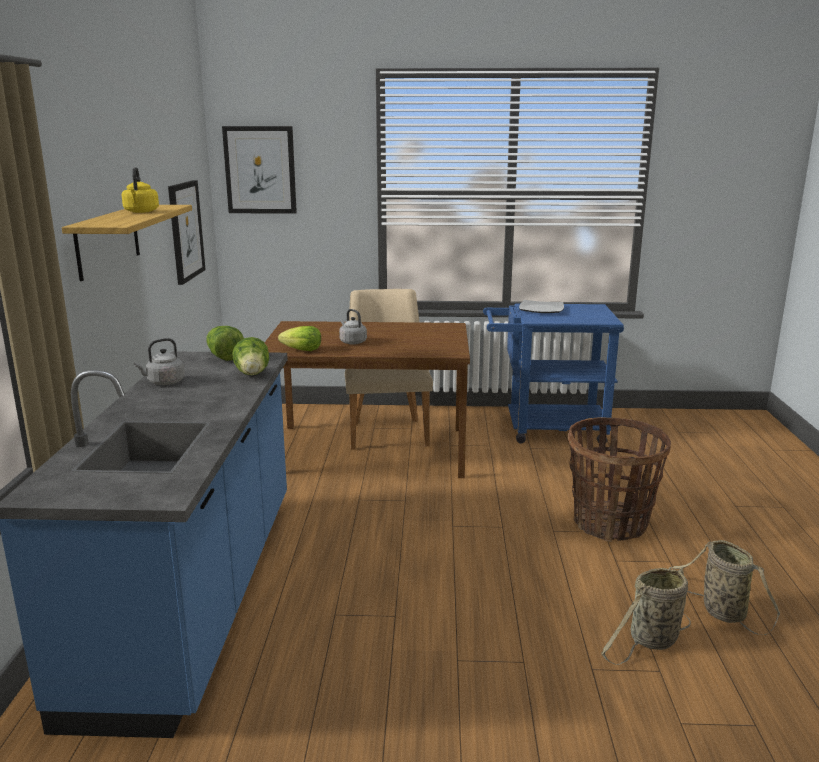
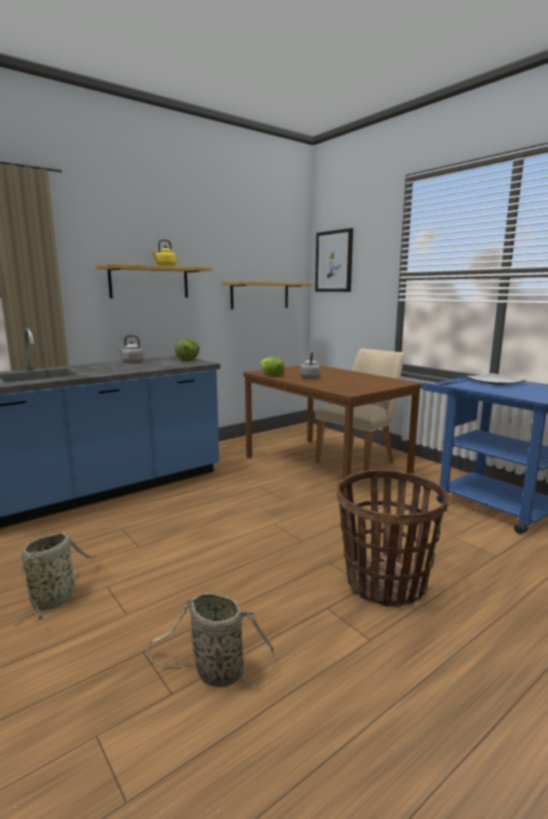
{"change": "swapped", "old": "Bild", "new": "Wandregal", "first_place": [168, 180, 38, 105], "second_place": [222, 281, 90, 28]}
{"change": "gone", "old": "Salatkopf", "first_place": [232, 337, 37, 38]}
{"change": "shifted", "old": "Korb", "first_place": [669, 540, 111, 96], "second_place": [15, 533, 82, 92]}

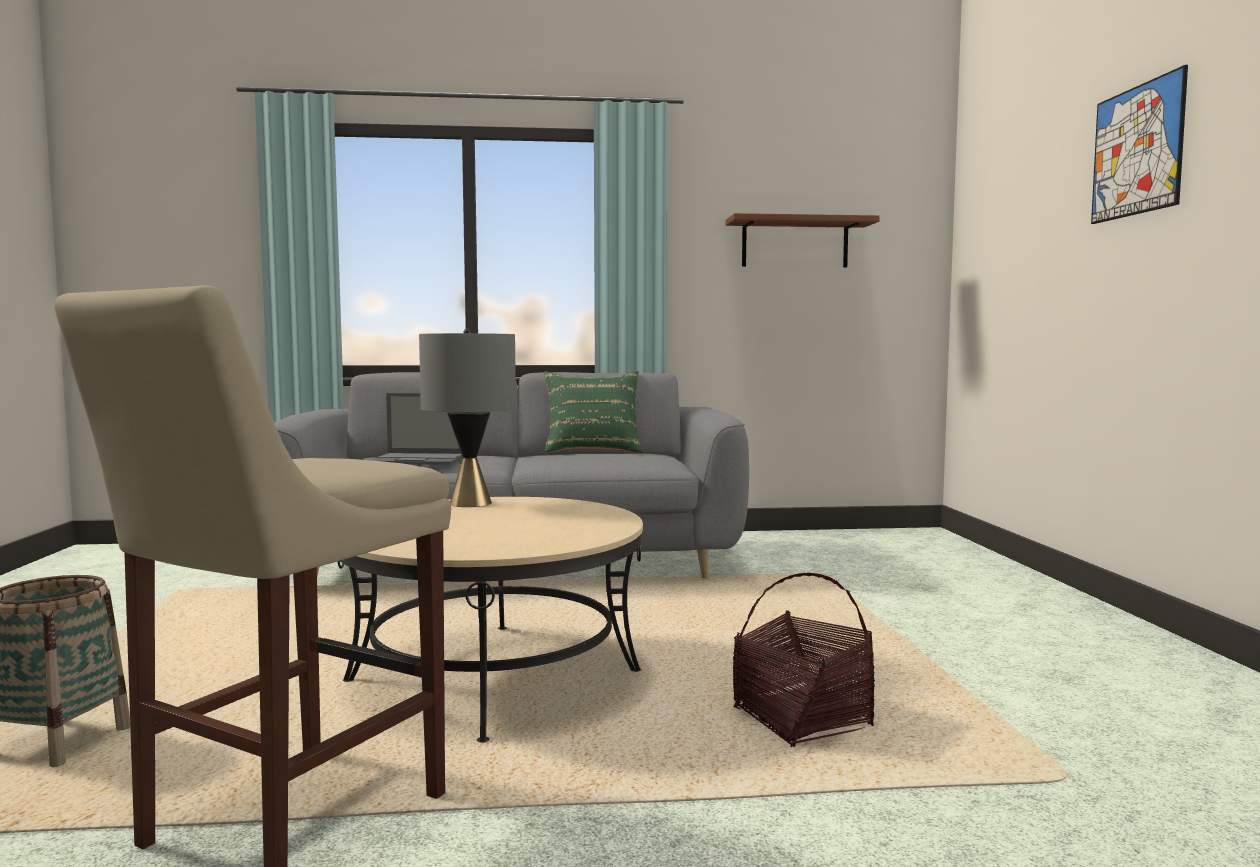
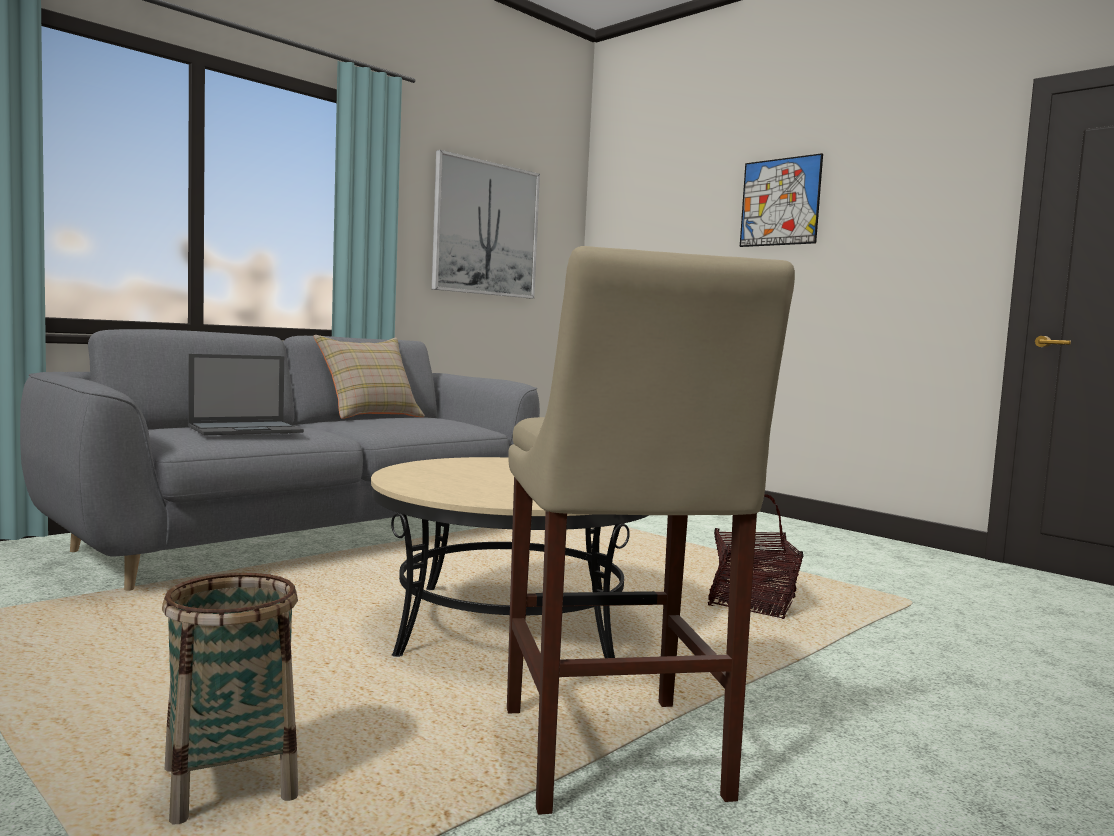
{"change": "gone", "old": "Tischlampe/grau", "first_place": [419, 328, 97, 179]}
{"change": "repainted", "old": "Kissen/grün", "new": "Kissen/beige", "first_place": [543, 371, 101, 83], "second_place": [313, 335, 112, 84]}
{"change": "swapped", "old": "Wandregal/braun", "new": "Bild", "first_place": [726, 213, 154, 55], "second_place": [432, 150, 108, 149]}

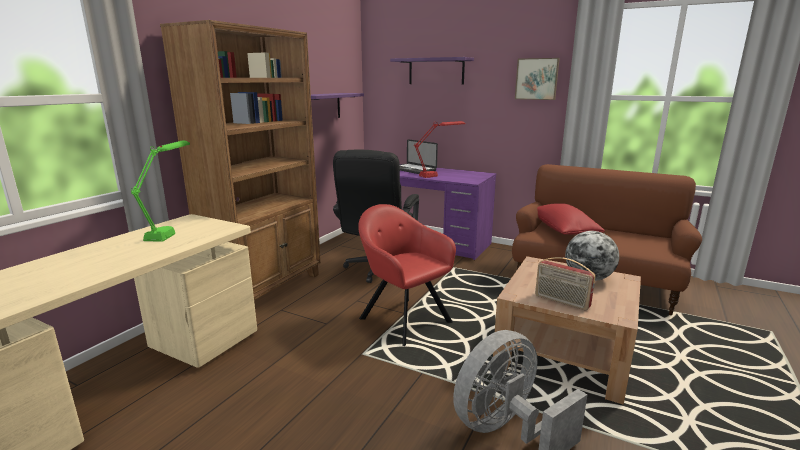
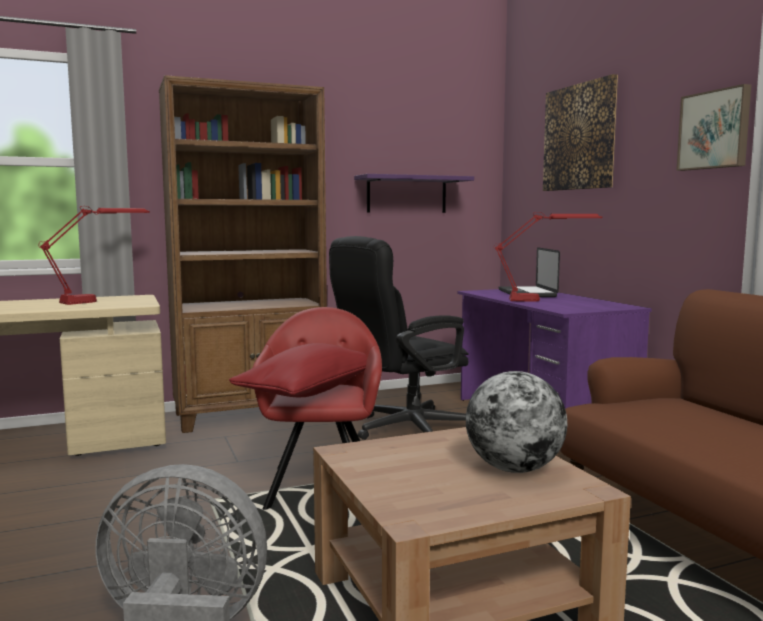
{"change": "repainted", "old": "Tischlampe/grün", "new": "Tischlampe/rot", "first_place": [131, 141, 59, 101], "second_place": [39, 206, 111, 99]}
{"change": "swapped", "old": "Wandregal/lila", "new": "Bild", "first_place": [390, 57, 84, 28], "second_place": [543, 74, 75, 117]}
{"change": "gone", "old": "Radio", "first_place": [535, 257, 61, 53]}
{"change": "shifted", "old": "Kissen/rot", "first_place": [537, 203, 68, 32], "second_place": [229, 343, 138, 54]}

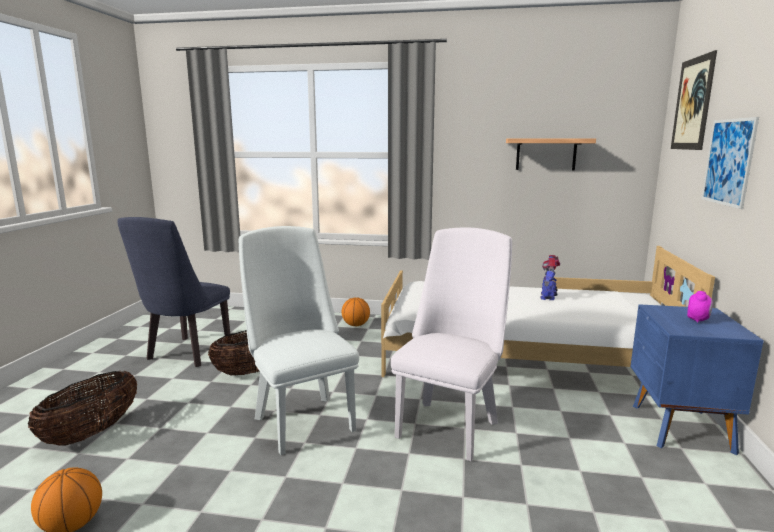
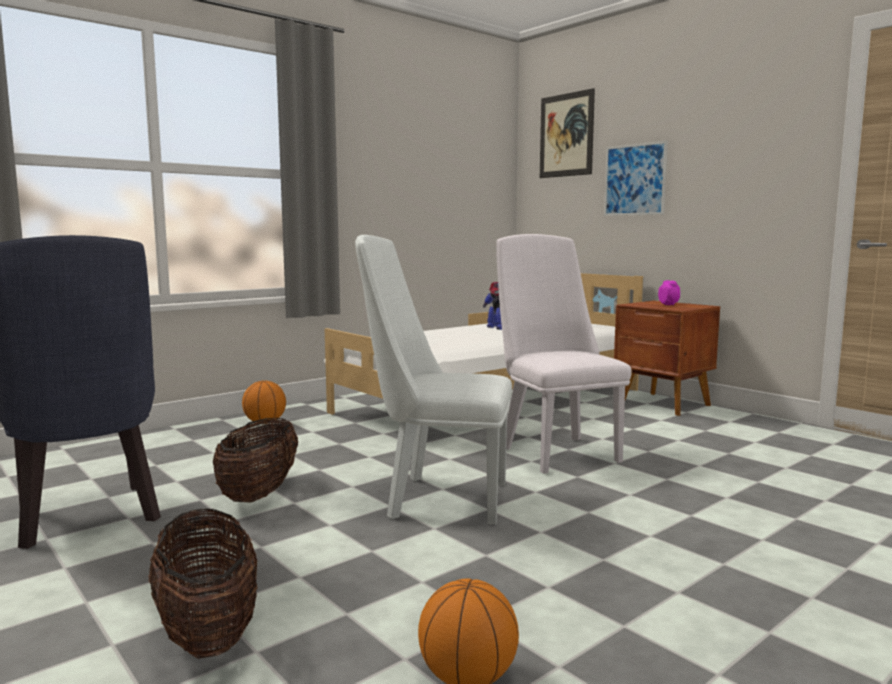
{"change": "gone", "old": "Wandregal", "first_place": [506, 138, 90, 32]}
{"change": "repainted", "old": "Nachttisch/blau", "new": "Nachttisch/braun", "first_place": [630, 304, 134, 151], "second_place": [614, 301, 106, 115]}

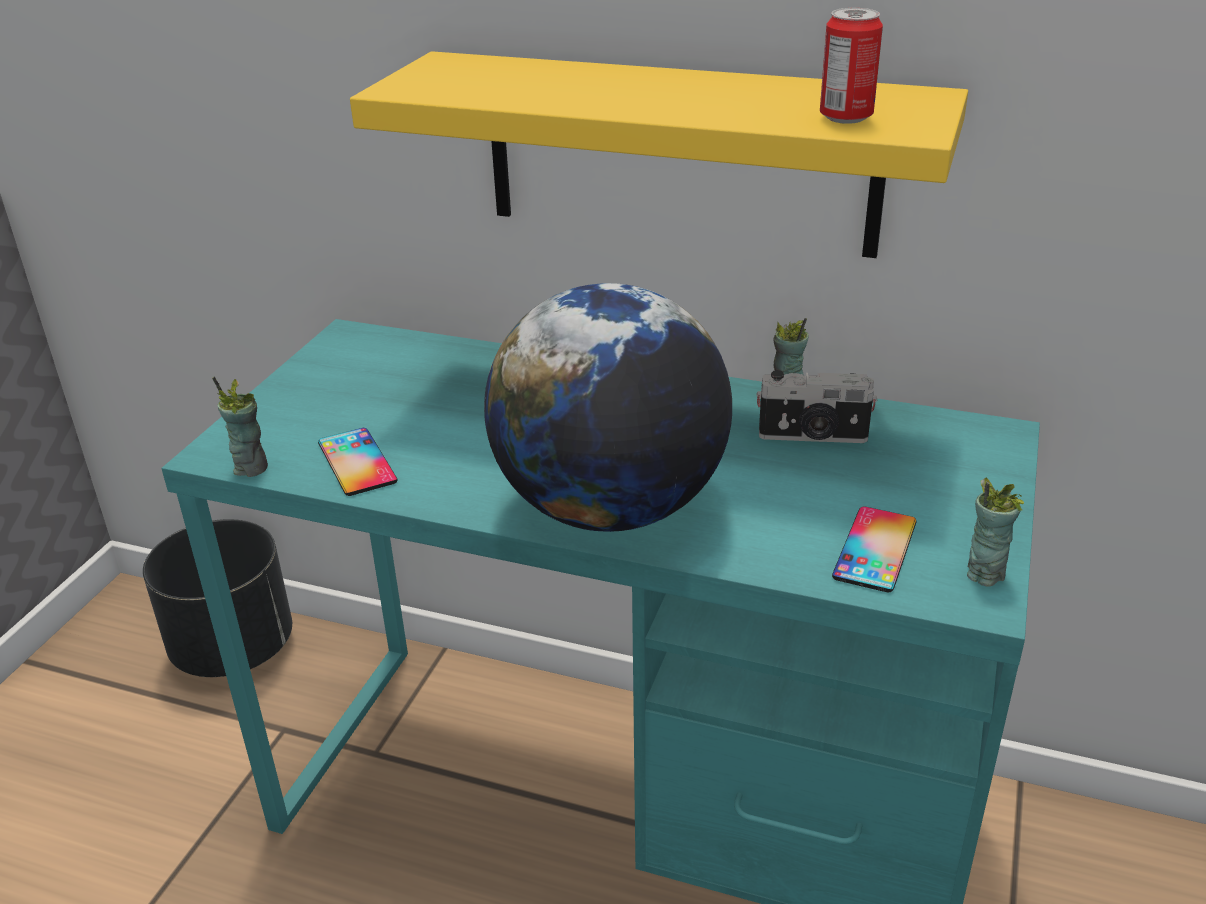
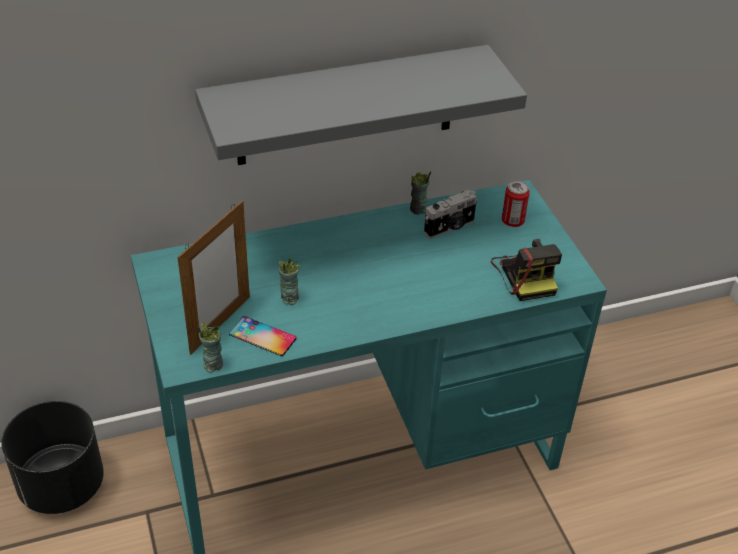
{"change": "repainted", "old": "Wandregal/gelb", "new": "Wandregal/grau", "first_place": [350, 51, 618, 207], "second_place": [195, 45, 332, 120]}
{"change": "gone", "old": "Globus", "first_place": [484, 283, 248, 249]}
{"change": "shifted", "old": "Dose", "first_place": [820, 8, 63, 116], "second_place": [502, 181, 28, 46]}
{"change": "swapped", "old": "Handy", "new": "Kamera", "first_place": [832, 506, 85, 86], "second_place": [491, 239, 71, 62]}
{"change": "shifted", "old": "Tasse", "first_place": [967, 477, 57, 110], "second_place": [279, 258, 21, 47]}
{"change": "new", "new": "Bilderrahmen", "second_place": [177, 200, 73, 154]}

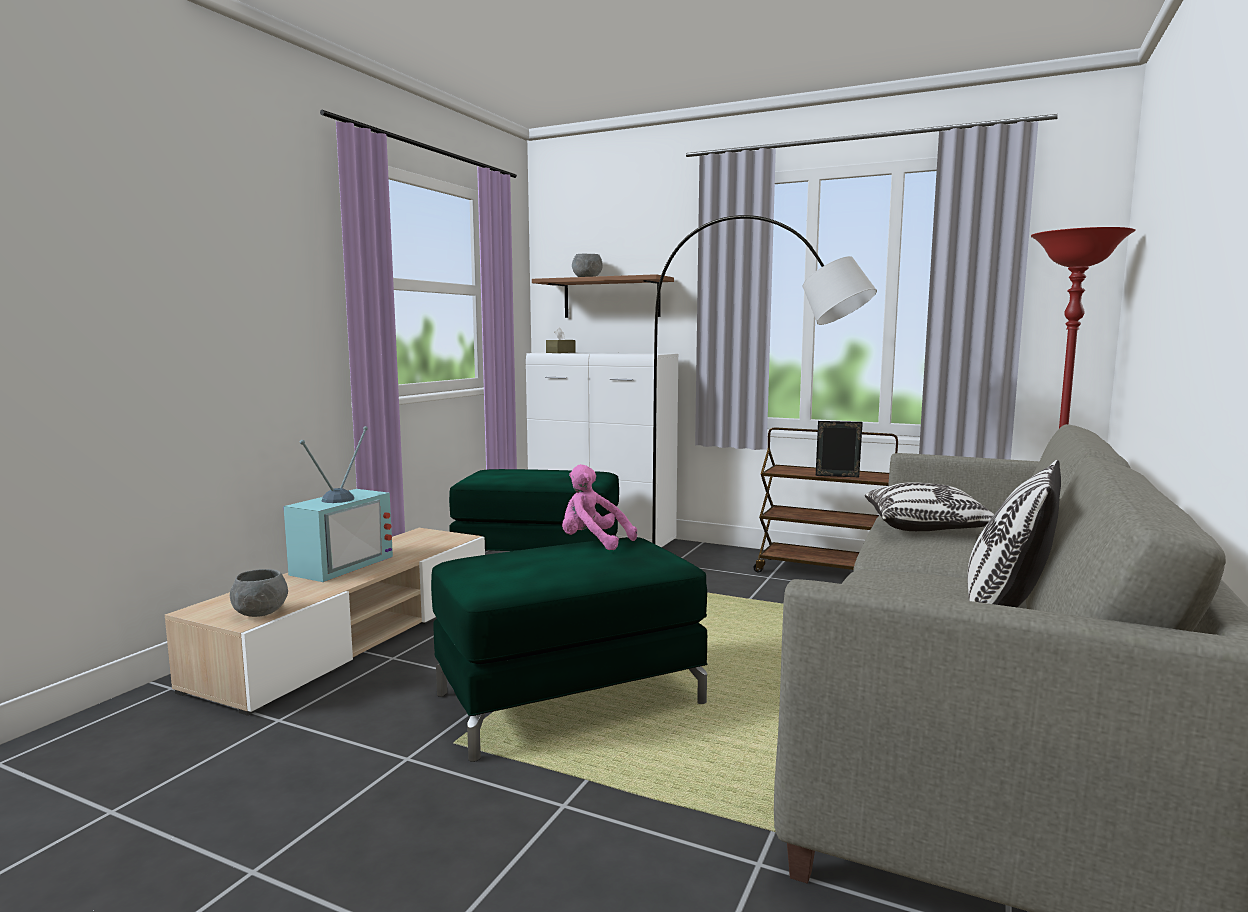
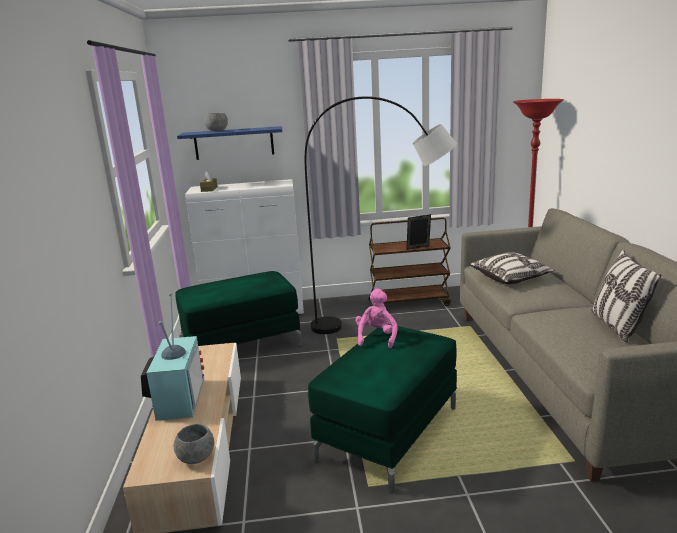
{"change": "repainted", "old": "Wandregal/braun", "new": "Wandregal/blau", "first_place": [532, 274, 142, 44], "second_place": [177, 126, 105, 34]}
{"change": "rotated", "old": "Plüschtier/rosa", "first_place": [562, 464, 75, 86], "second_place": [356, 289, 42, 59], "degrees": 105}

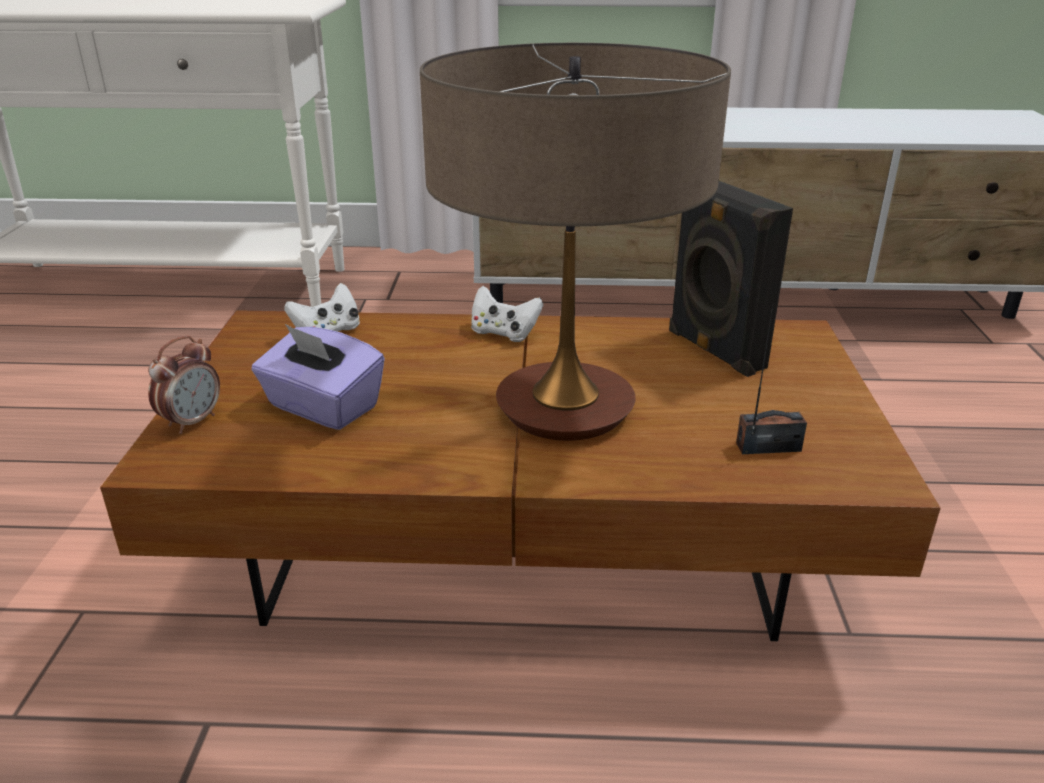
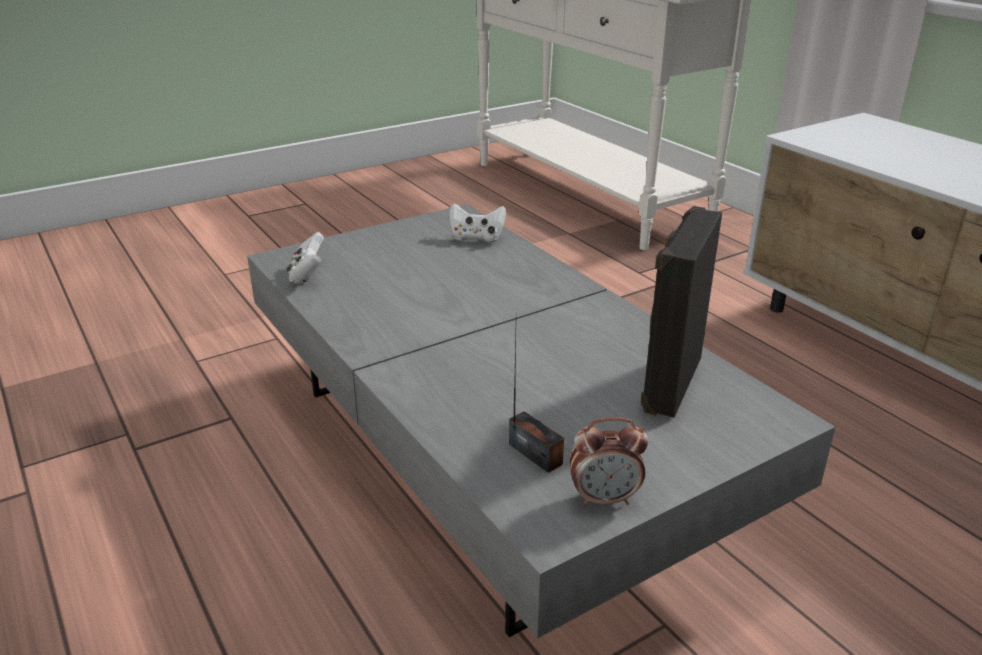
{"change": "repainted", "old": "Couchtisch/braun", "new": "Couchtisch/grau", "first_place": [100, 310, 840, 331], "second_place": [247, 204, 588, 435]}
{"change": "shifted", "old": "Wecker", "first_place": [148, 335, 72, 99], "second_place": [570, 417, 78, 90]}
{"change": "gone", "old": "Taschentuchbox/lila", "first_place": [252, 324, 133, 106]}
{"change": "gone", "old": "Tischlampe", "first_place": [420, 43, 311, 398]}
{"change": "shifted", "old": "Gamepad/weiß", "first_place": [471, 286, 72, 56], "second_place": [287, 232, 37, 52]}

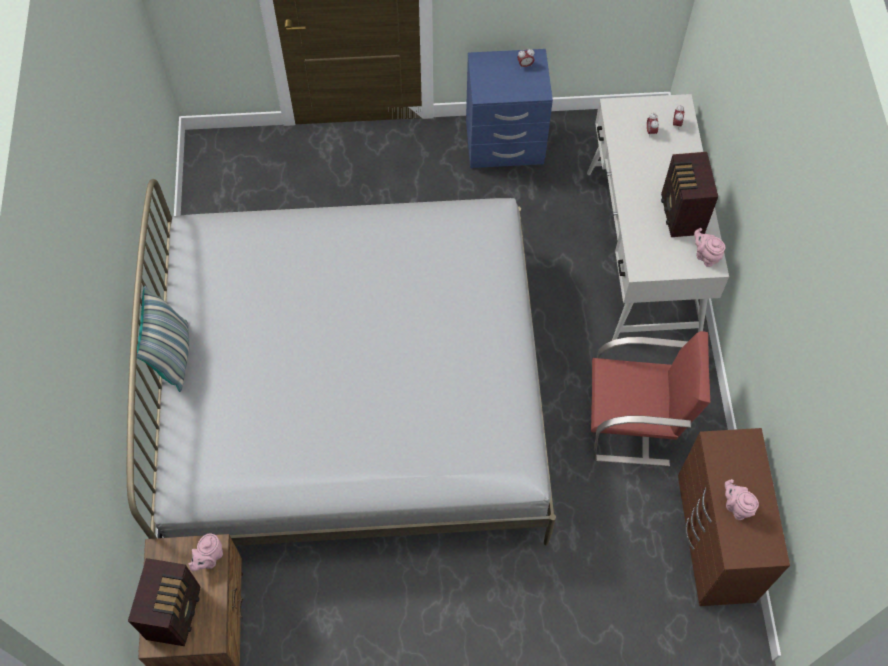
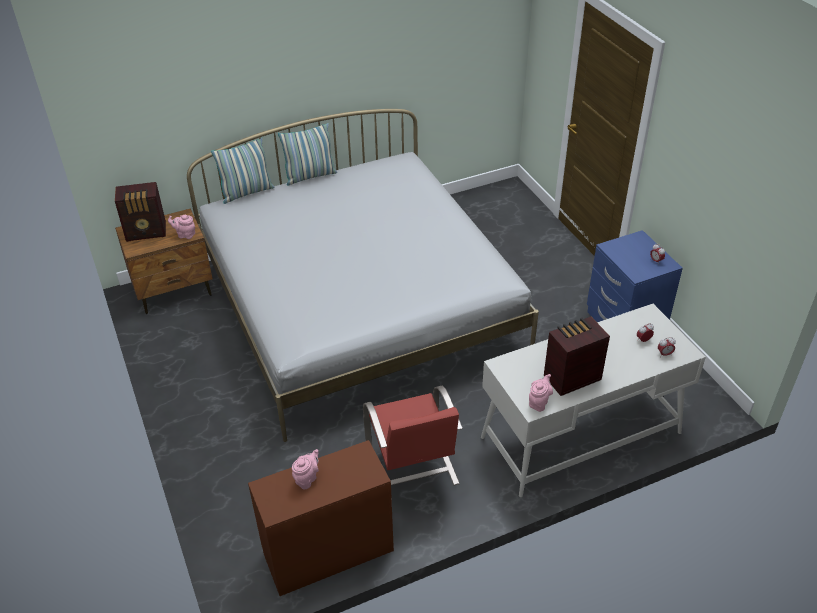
{"change": "new", "new": "Kissen", "second_place": [211, 138, 63, 66]}

